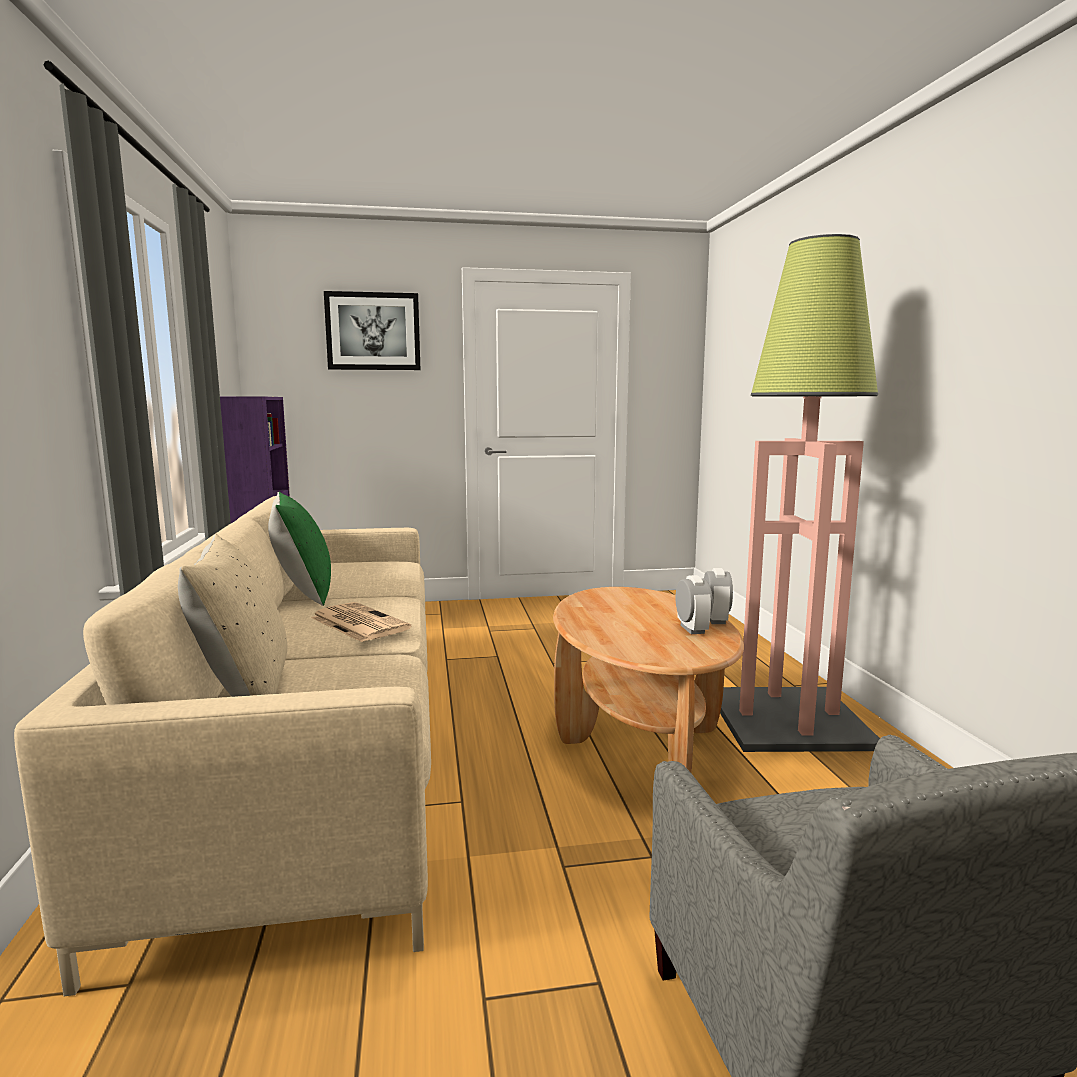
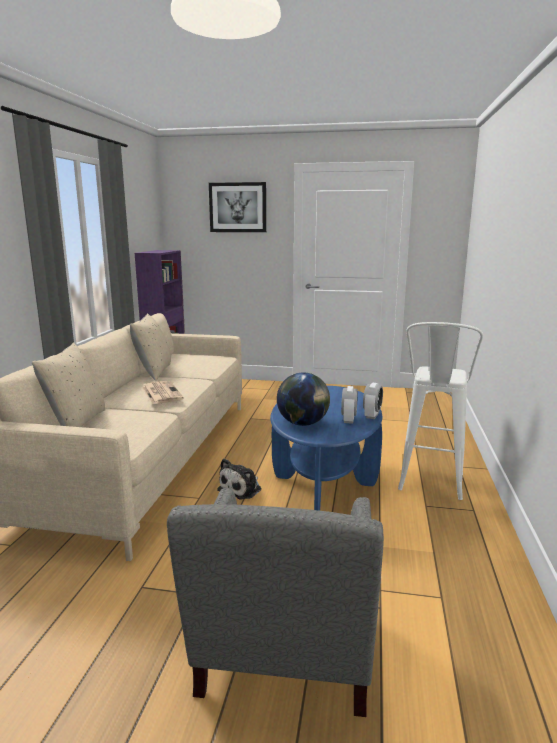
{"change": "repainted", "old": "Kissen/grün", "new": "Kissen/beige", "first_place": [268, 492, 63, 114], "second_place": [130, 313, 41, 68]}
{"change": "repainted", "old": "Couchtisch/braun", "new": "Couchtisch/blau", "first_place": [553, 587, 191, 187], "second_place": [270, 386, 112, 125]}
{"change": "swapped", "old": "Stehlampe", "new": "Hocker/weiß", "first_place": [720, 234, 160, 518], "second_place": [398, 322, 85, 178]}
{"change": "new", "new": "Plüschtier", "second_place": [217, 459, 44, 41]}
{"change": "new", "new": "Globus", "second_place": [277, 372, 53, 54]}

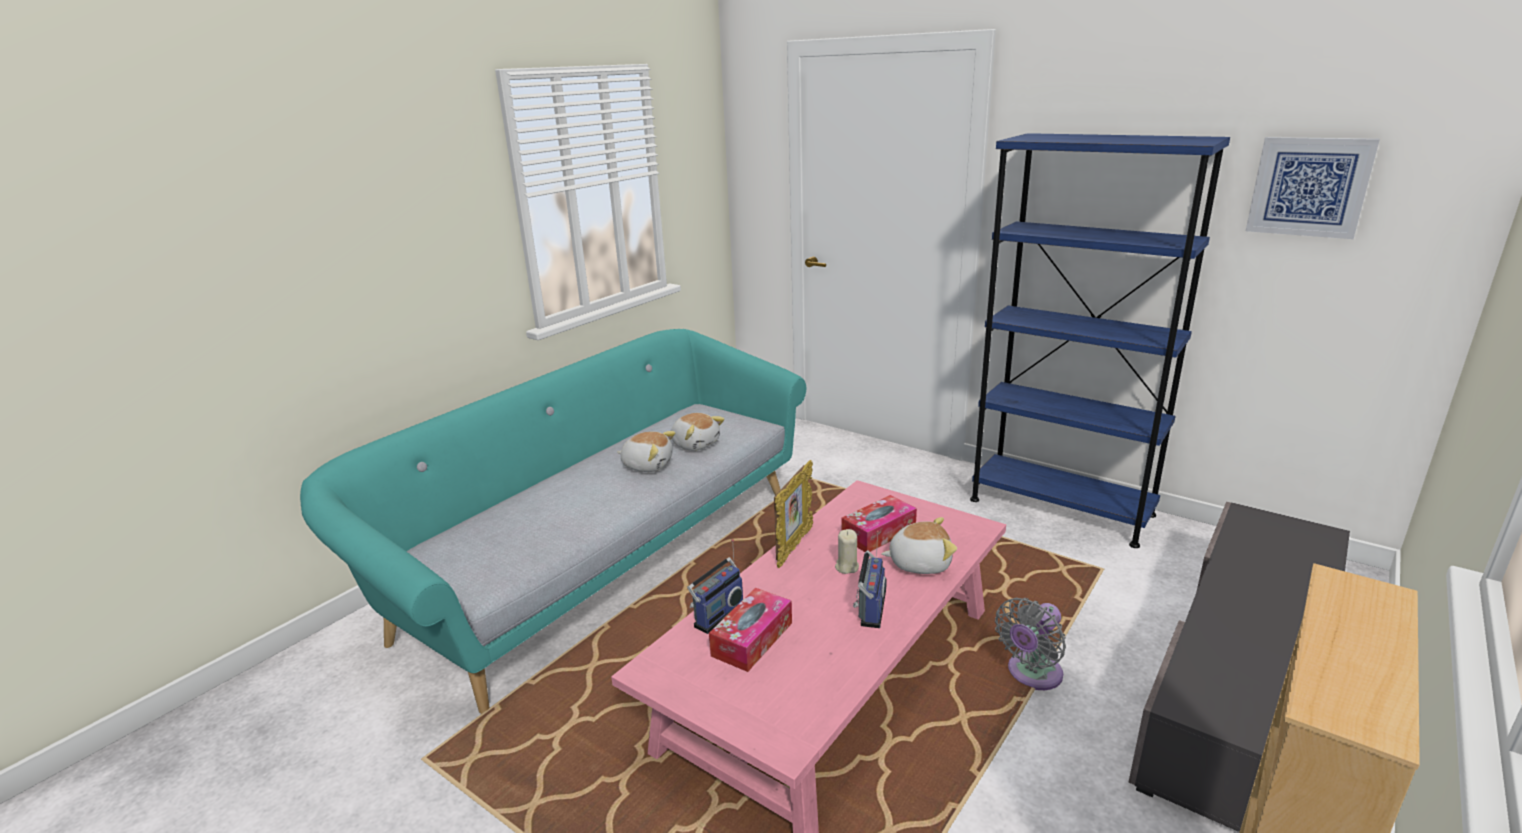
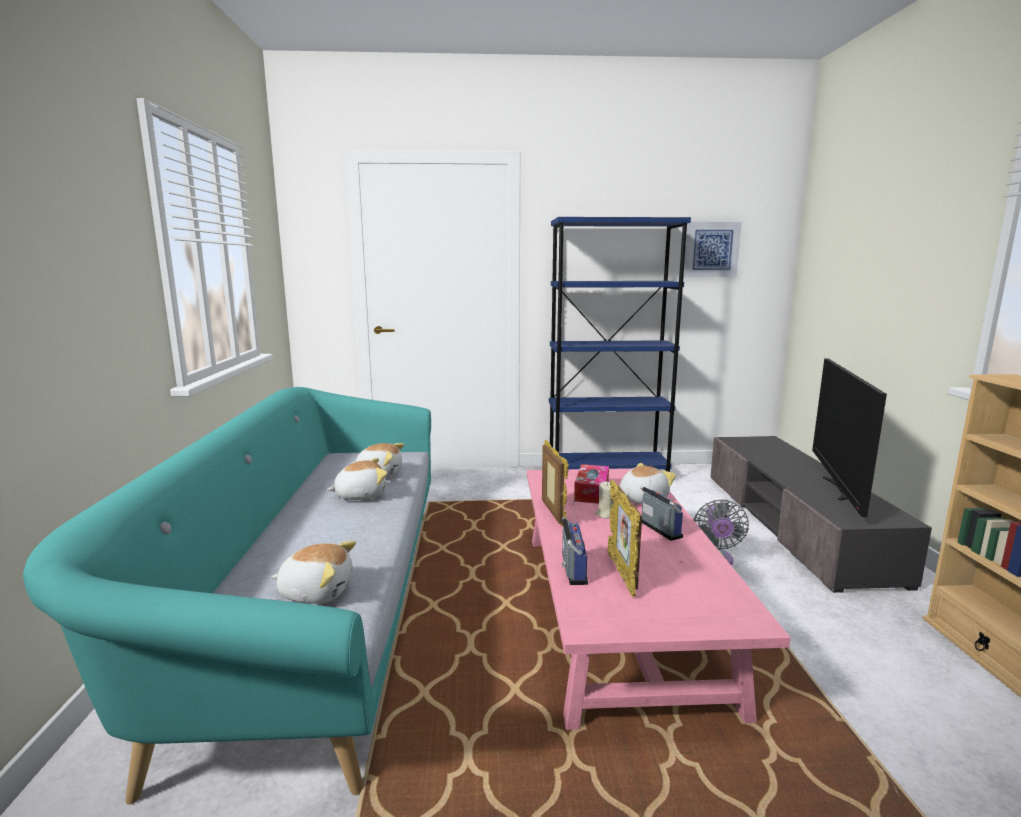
{"change": "swapped", "old": "Taschentuchbox", "new": "Bilderrahmen", "first_place": [709, 588, 83, 84], "second_place": [607, 480, 35, 117]}
{"change": "new", "new": "Plüschtier", "second_place": [271, 541, 85, 63]}
{"change": "new", "new": "Fernseher", "second_place": [812, 358, 75, 159]}

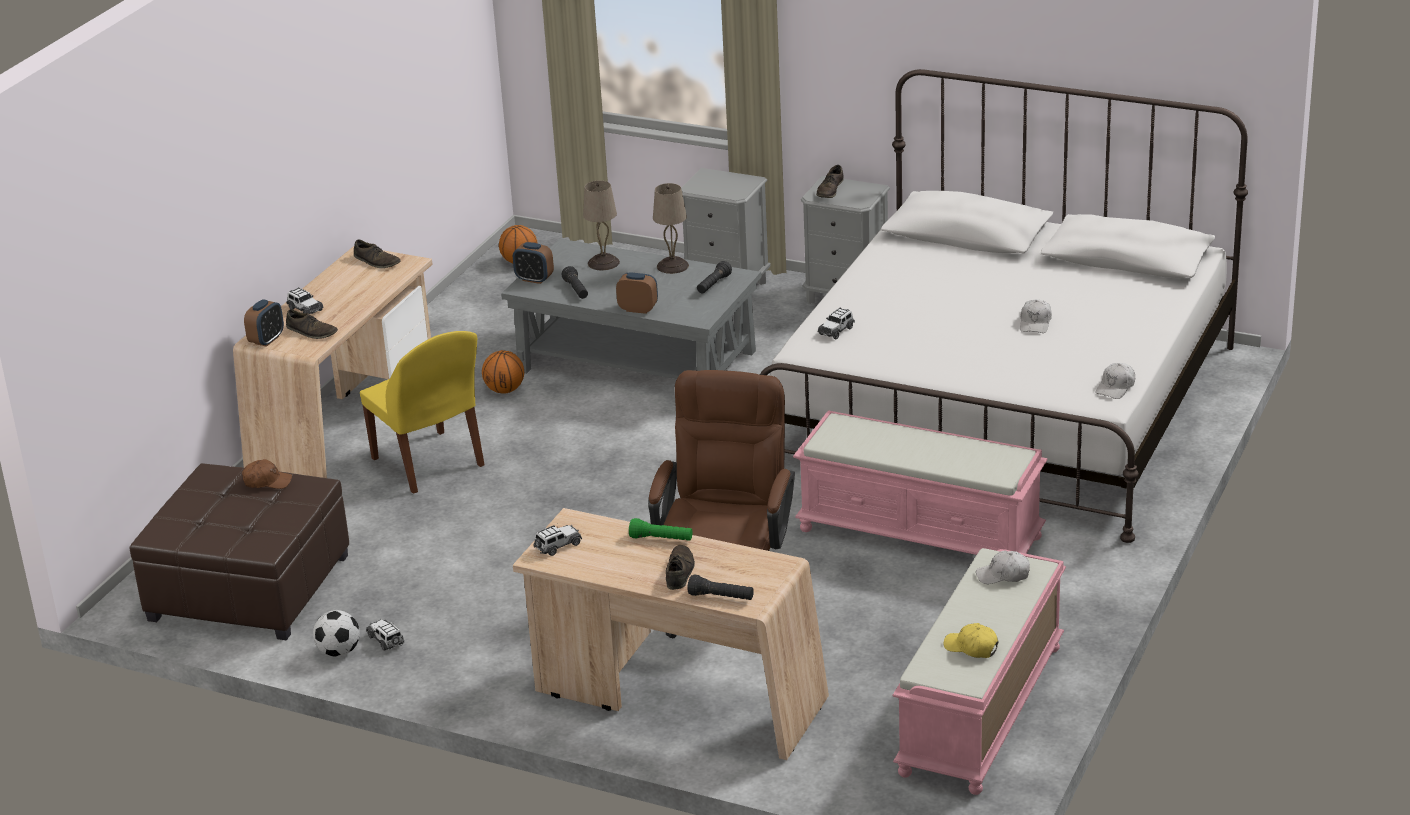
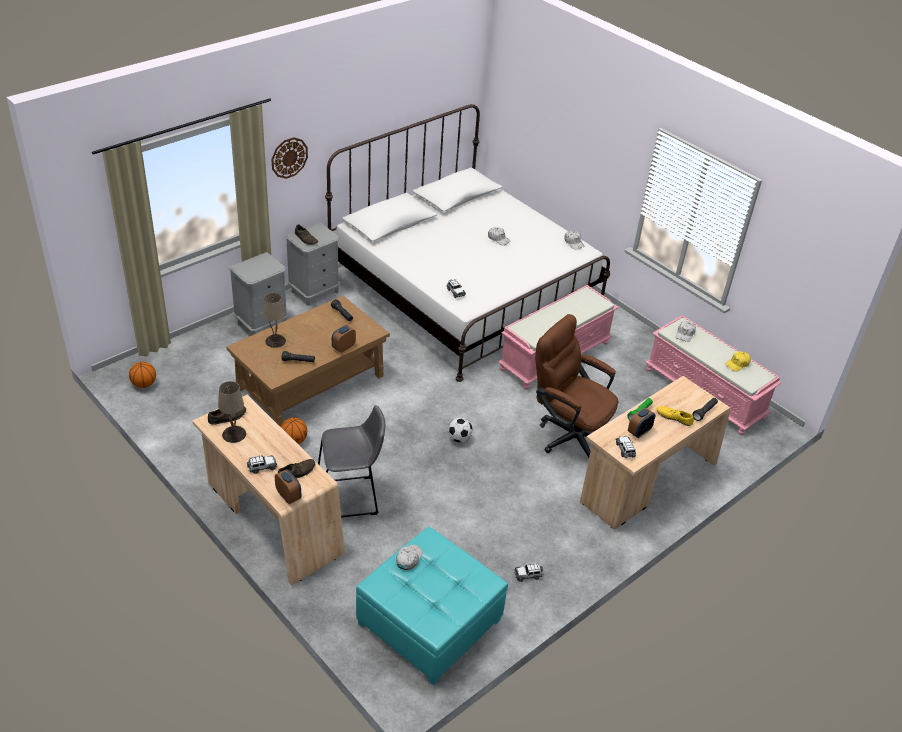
{"change": "repainted", "old": "Polsterhocker/braun", "new": "Polsterhocker/türkis", "first_place": [130, 463, 219, 178], "second_place": [356, 526, 152, 159]}
{"change": "repainted", "old": "Kappe/braun", "new": "Kappe/weiß", "first_place": [242, 459, 50, 30], "second_place": [396, 545, 27, 25]}
{"change": "shifted", "old": "Fußball", "first_place": [313, 610, 47, 47], "second_place": [447, 418, 25, 25]}
{"change": "swapped", "old": "Stuhl/gelb", "new": "Hocker/grau", "first_place": [360, 331, 125, 163], "second_place": [318, 405, 67, 112]}
{"change": "repainted", "old": "Couchtisch/grau", "new": "Couchtisch/braun", "first_place": [501, 239, 260, 140], "second_place": [227, 296, 163, 131]}
{"change": "shifted", "old": "Wecker", "first_place": [513, 242, 41, 42], "second_place": [628, 407, 27, 31]}
{"change": "shifted", "old": "Tischlampe/beige", "first_place": [653, 183, 36, 91], "second_place": [218, 381, 28, 62]}
{"change": "repainted", "old": "Schuh/braun", "new": "Schuh/gelb", "first_place": [666, 545, 29, 45], "second_place": [657, 406, 37, 20]}
{"change": "new", "new": "Wanduhr", "second_place": [271, 137, 37, 42]}

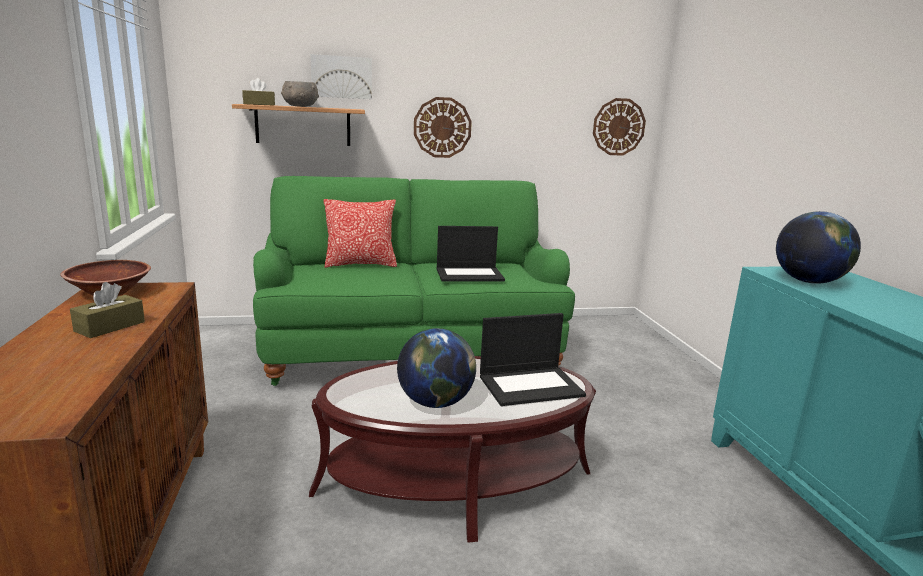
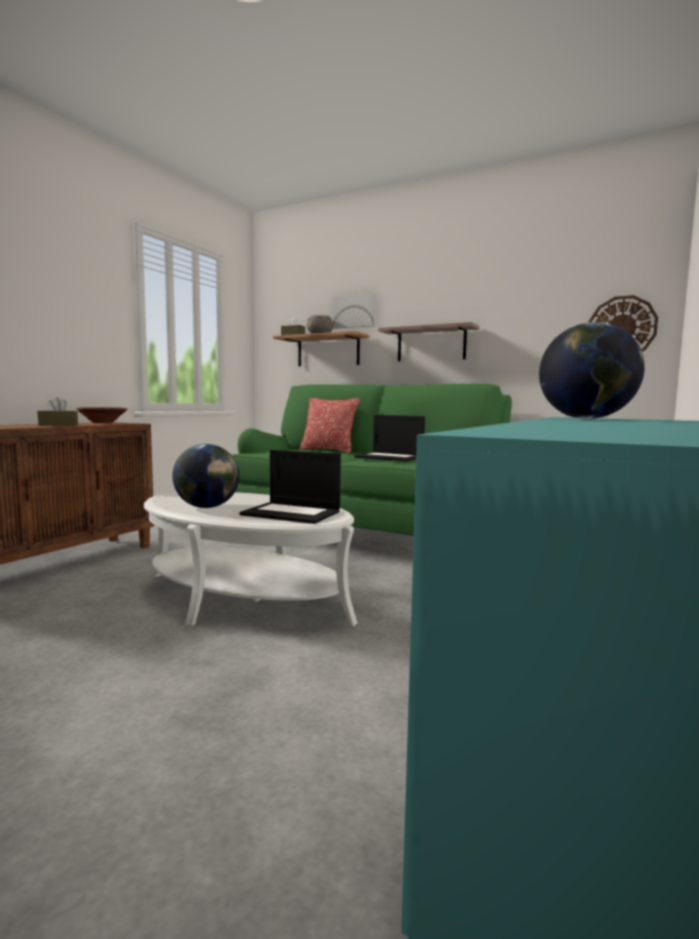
{"change": "repainted", "old": "Couchtisch/braun", "new": "Couchtisch/weiß", "first_place": [309, 356, 287, 187], "second_place": [144, 492, 213, 134]}
{"change": "swapped", "old": "Wanduhr", "new": "Wandregal", "first_place": [414, 97, 58, 61], "second_place": [378, 322, 101, 39]}

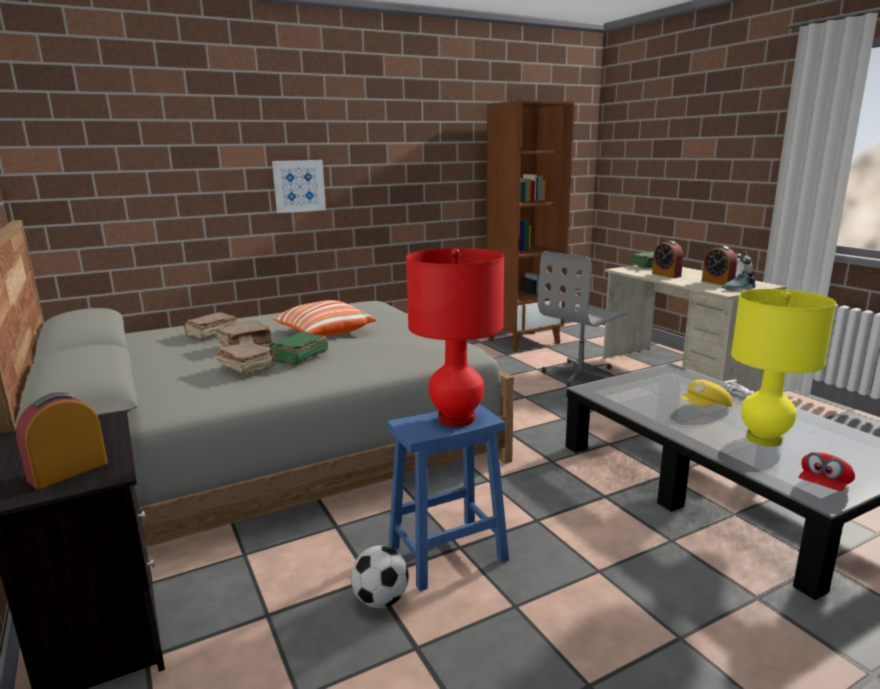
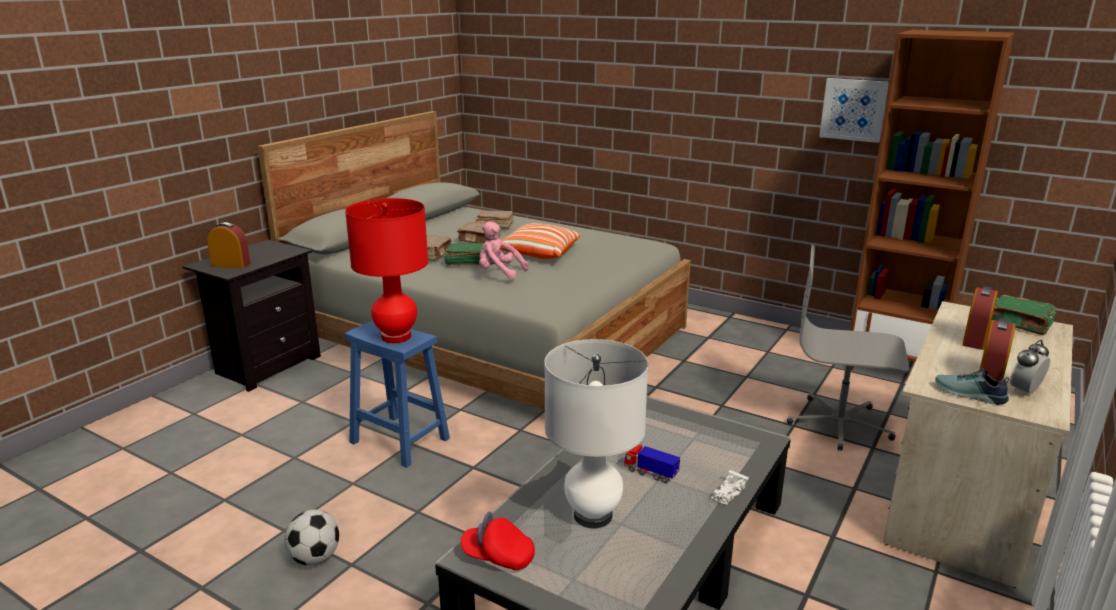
{"change": "shifted", "old": "Bild", "first_place": [272, 160, 54, 53], "second_place": [819, 78, 70, 65]}
{"change": "shifted", "old": "Fußball", "first_place": [351, 545, 58, 63], "second_place": [284, 510, 55, 55]}
{"change": "swapped", "old": "Kappe/gelb", "new": "Spielzeuglaster", "first_place": [680, 379, 52, 28], "second_place": [624, 445, 56, 38]}
{"change": "repainted", "old": "Tischlampe/gelb", "new": "Tischlampe/weiß", "first_place": [731, 289, 105, 158], "second_place": [544, 339, 104, 189]}
{"change": "new", "new": "Plüschtier/rosa", "second_place": [479, 222, 49, 57]}

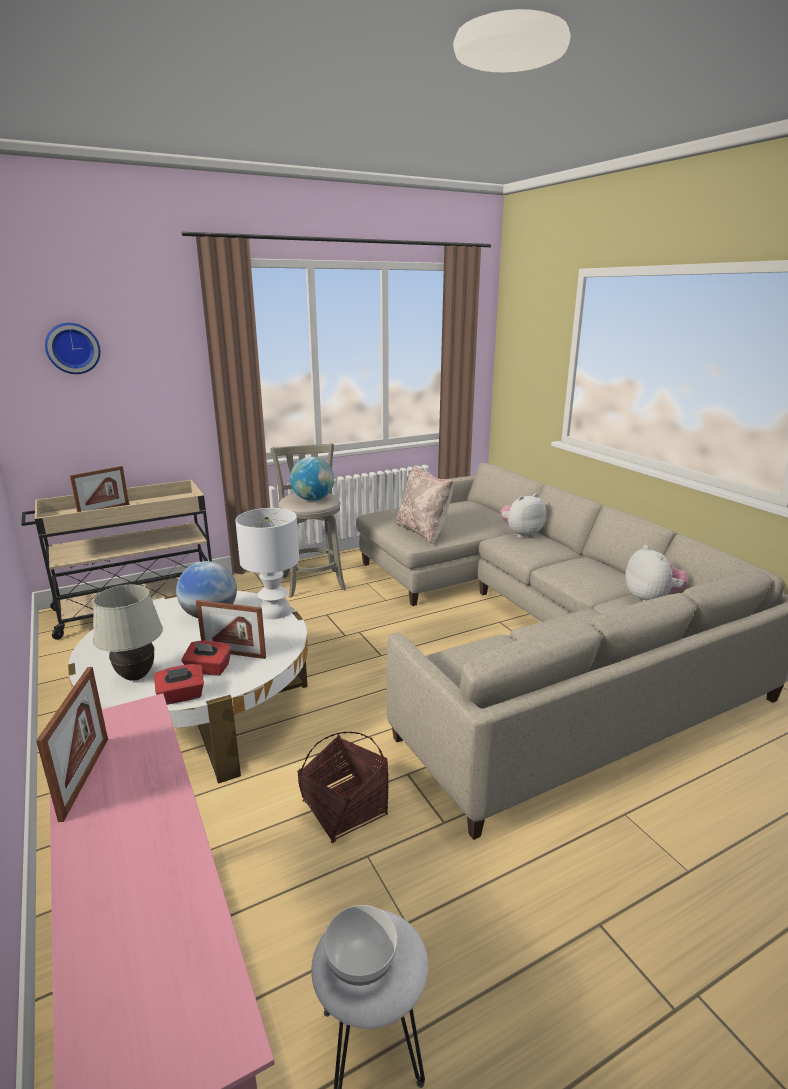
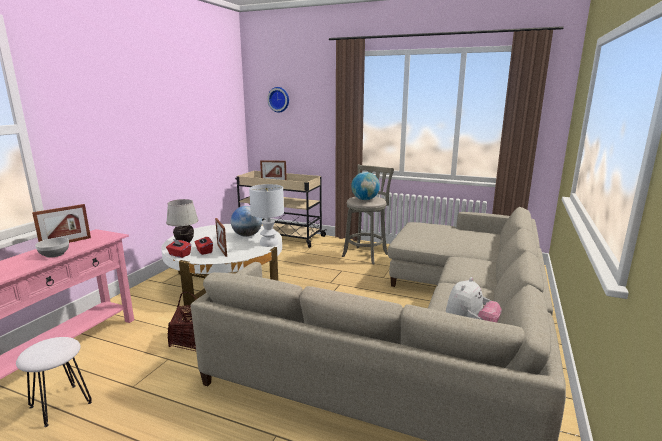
{"change": "shifted", "old": "Schüssel", "first_place": [324, 905, 74, 81], "second_place": [35, 238, 34, 20]}
{"change": "gone", "old": "Kissen/beige", "first_place": [396, 466, 58, 78]}
{"change": "gone", "old": "Plüschtier", "first_place": [500, 493, 46, 45]}

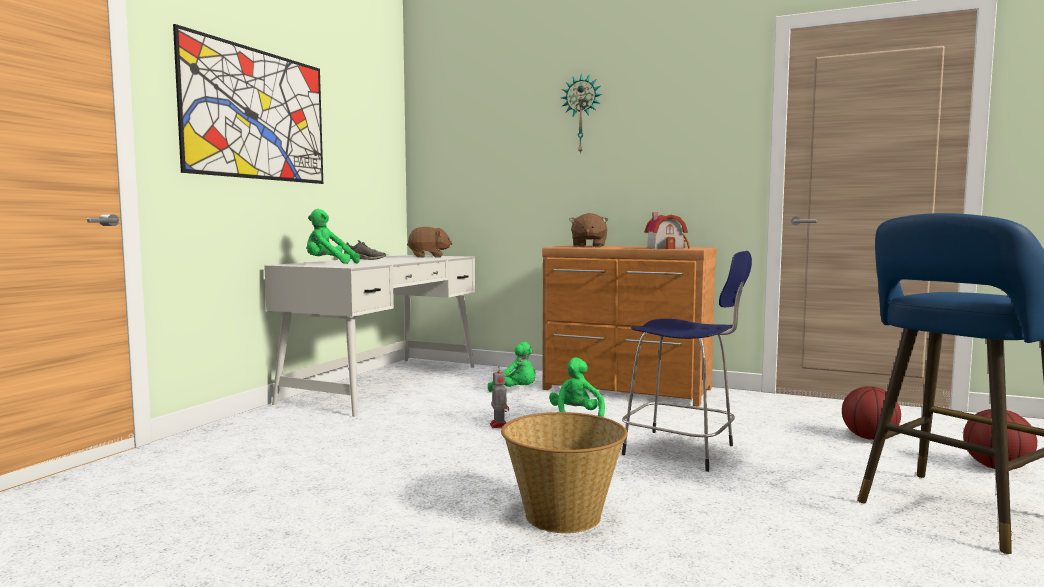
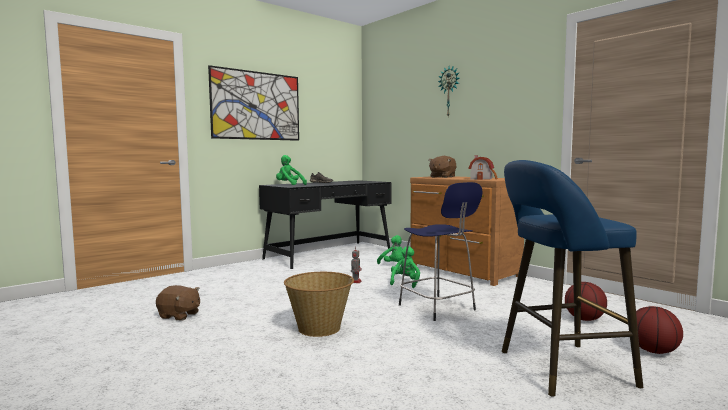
{"change": "repainted", "old": "Schreibtisch/weiß", "new": "Schreibtisch/schwarz", "first_place": [264, 255, 211, 162], "second_place": [259, 180, 132, 89]}
{"change": "shifted", "old": "Plüschtier/braun", "first_place": [407, 227, 46, 31], "second_place": [156, 285, 44, 35]}

